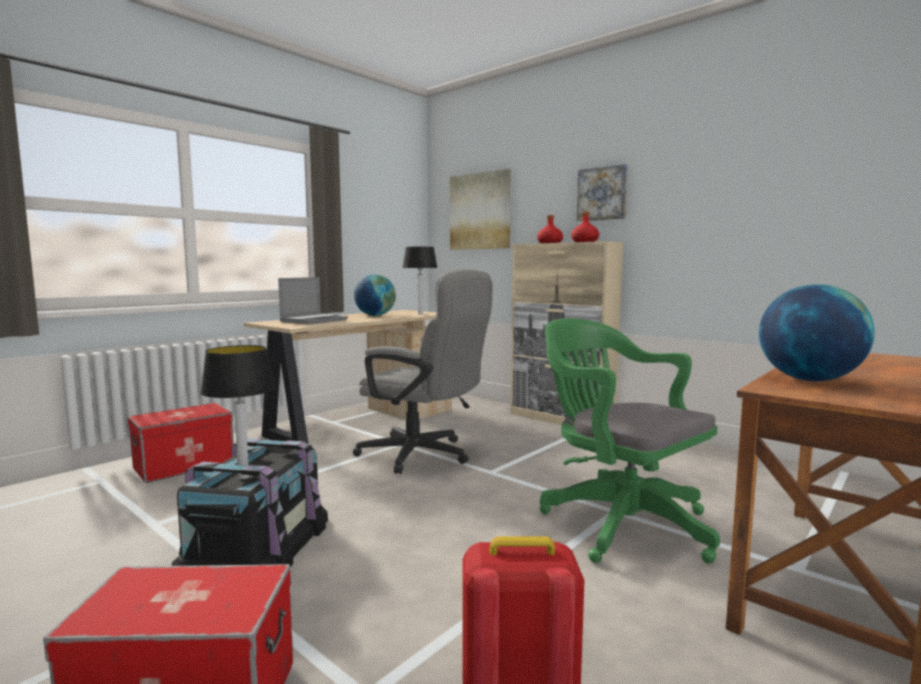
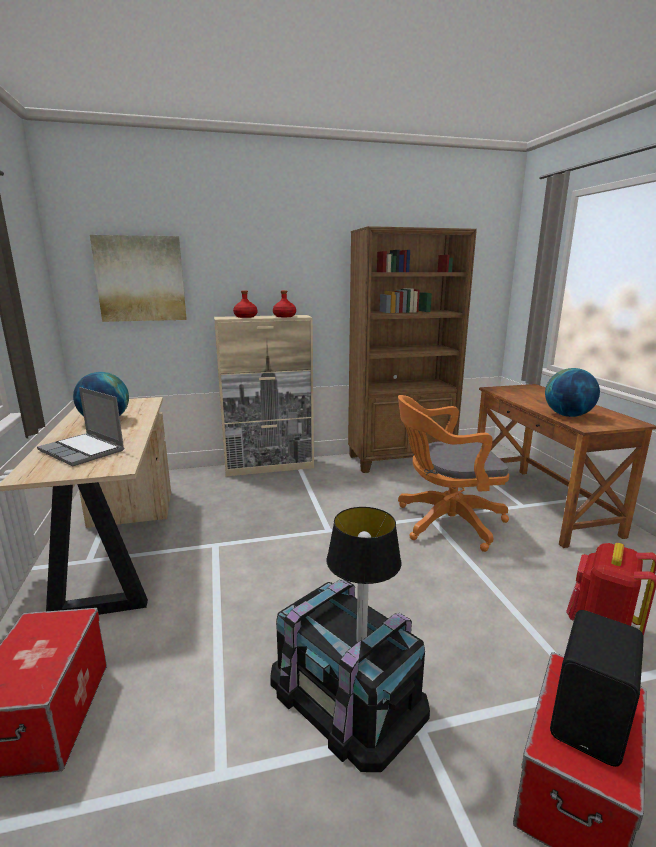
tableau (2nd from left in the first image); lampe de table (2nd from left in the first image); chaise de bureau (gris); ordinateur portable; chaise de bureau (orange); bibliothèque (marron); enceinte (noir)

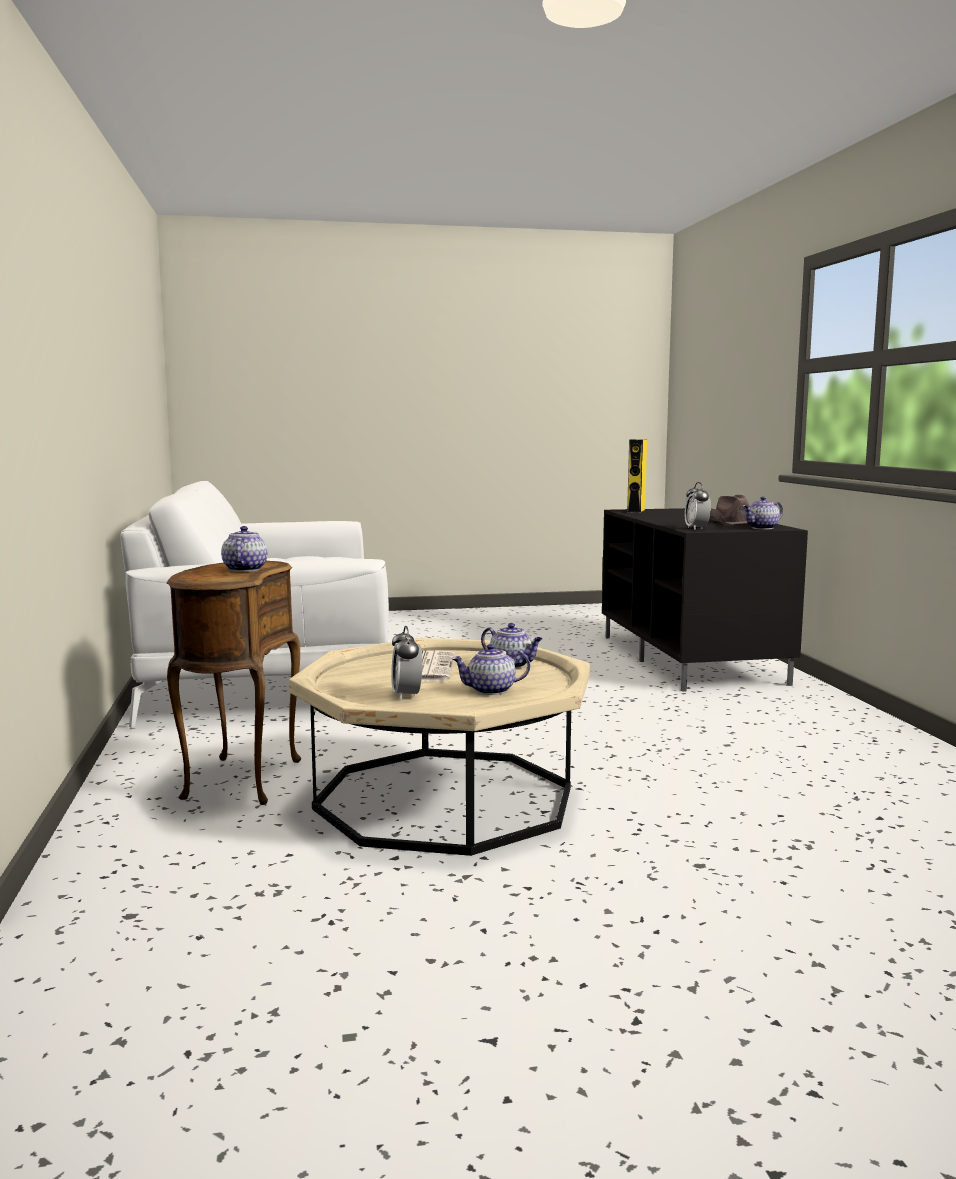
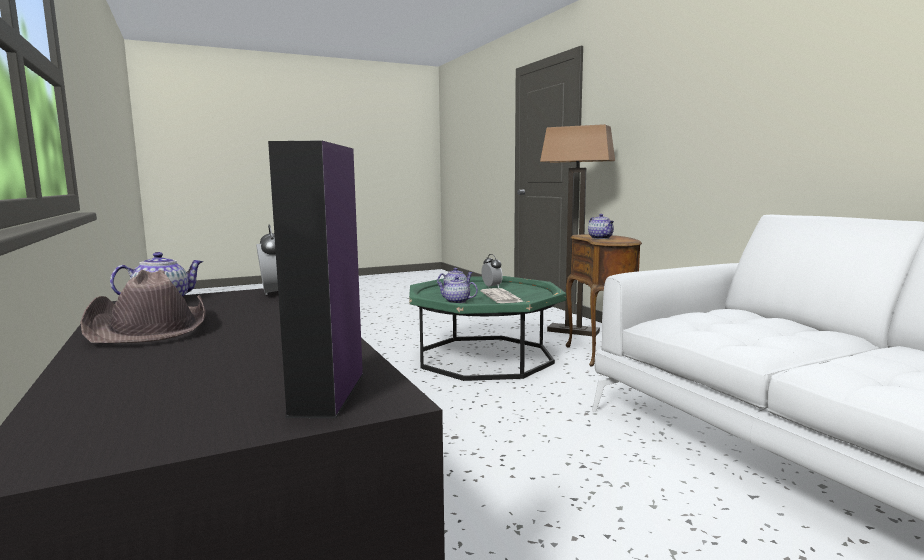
enceinte (violet); table basse (vert); lampadaire

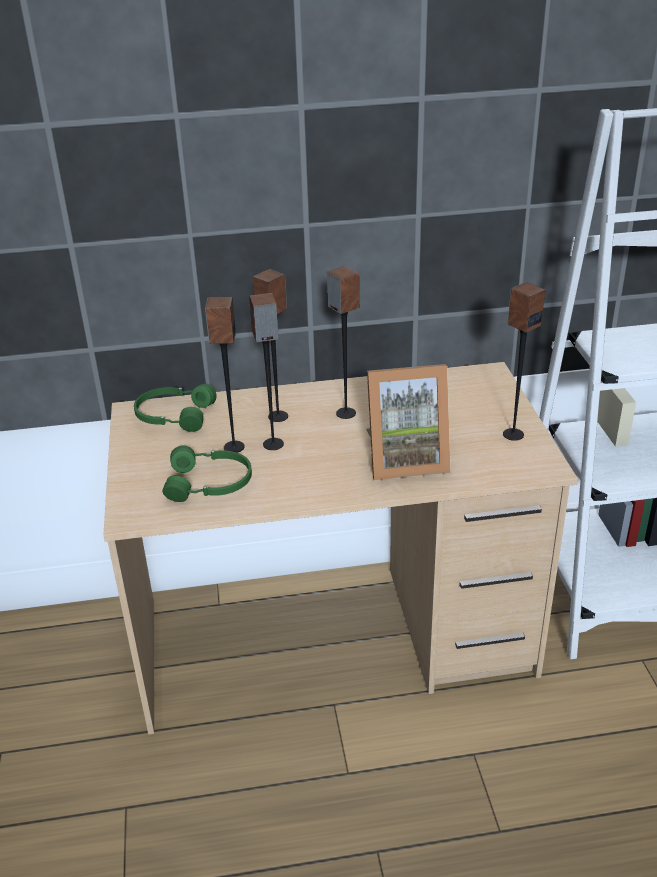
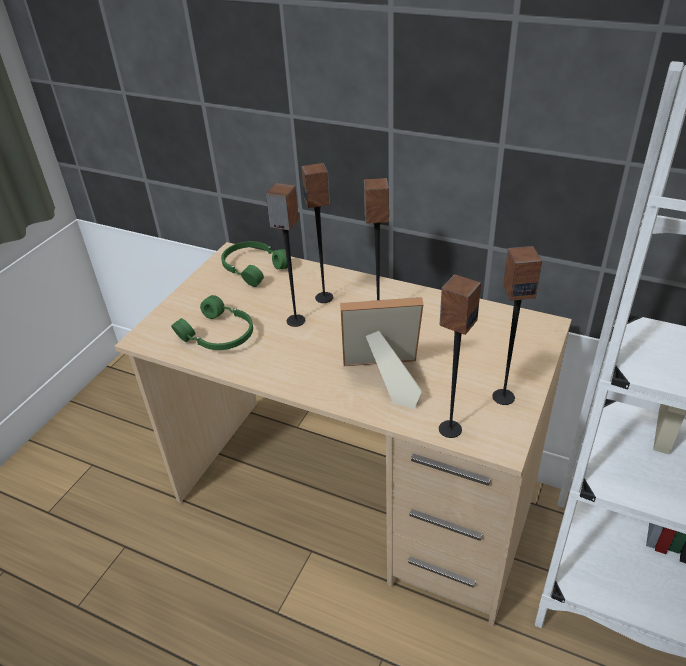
enceinte (4th from left); cadre photo

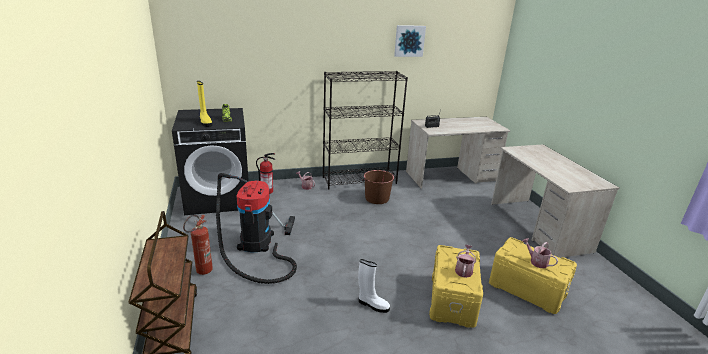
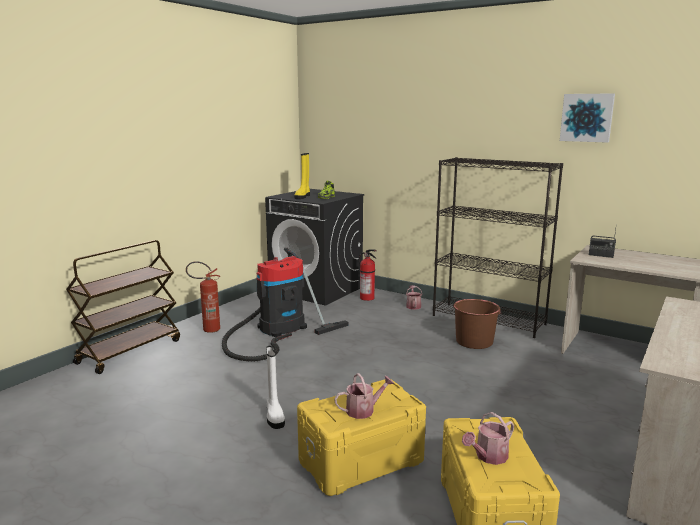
arrosoir (3rd from left)

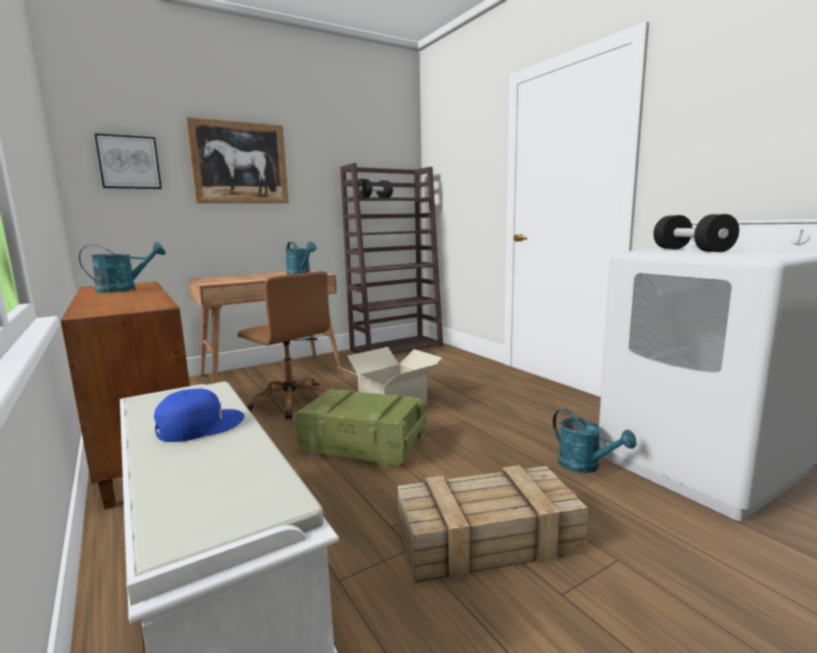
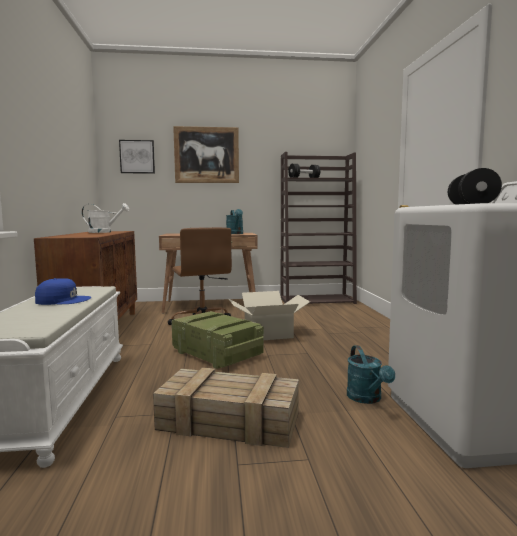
arrosoir (blanc)

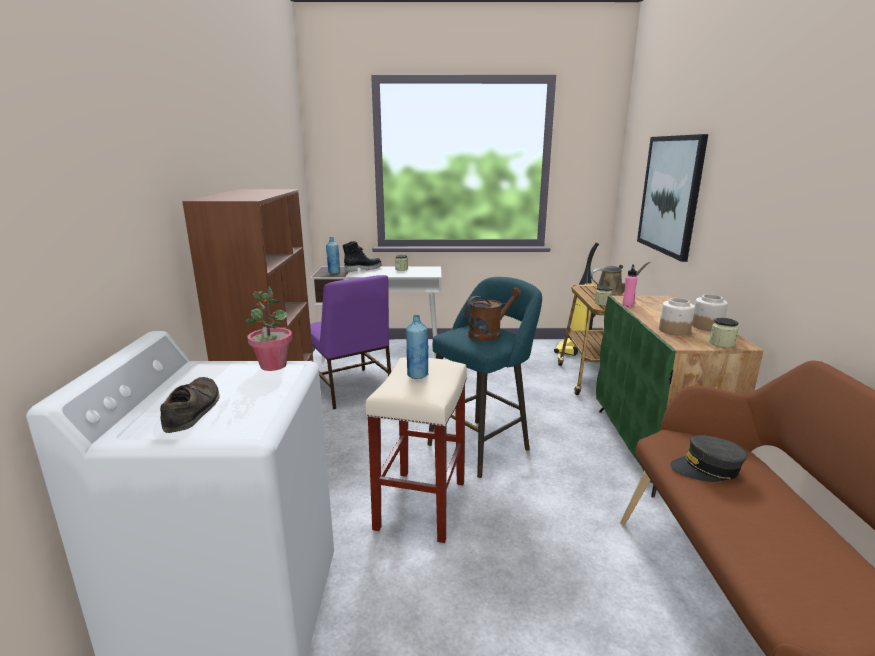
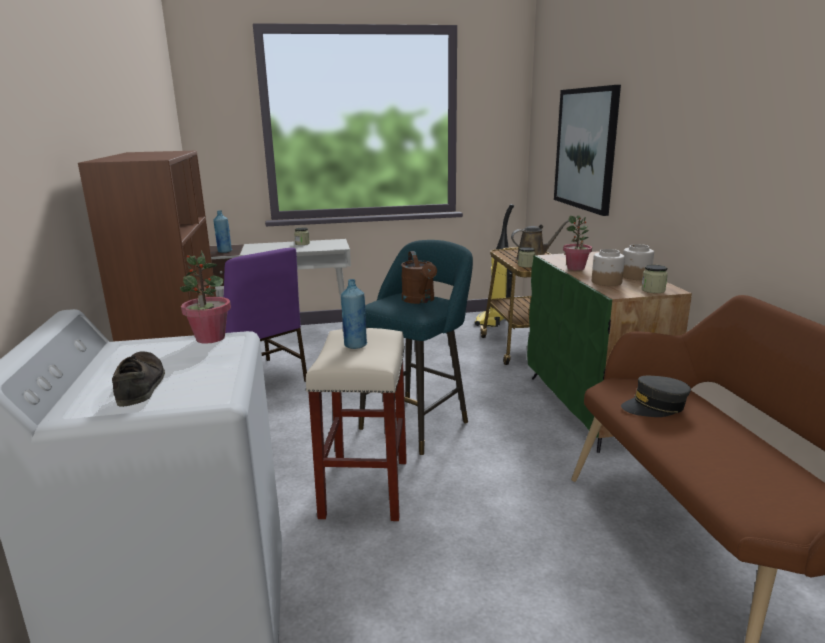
botte (noir); bouteille (rose); arrosoir (marron) (1st from left); plante en pot (2nd from left)

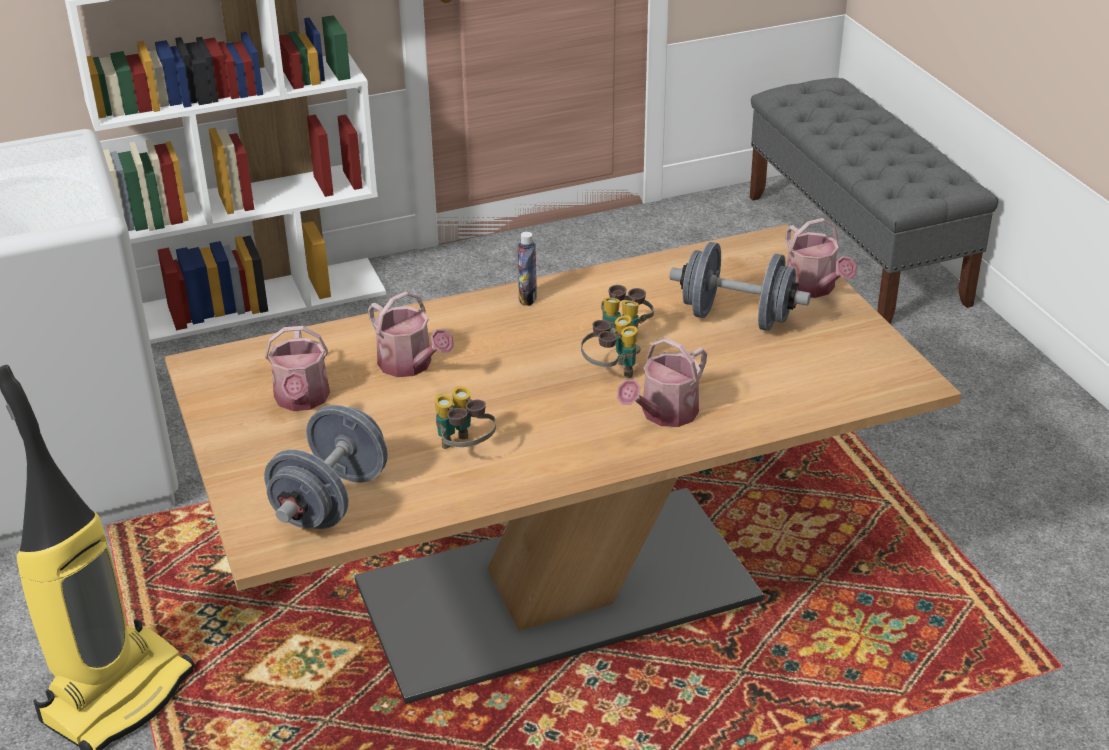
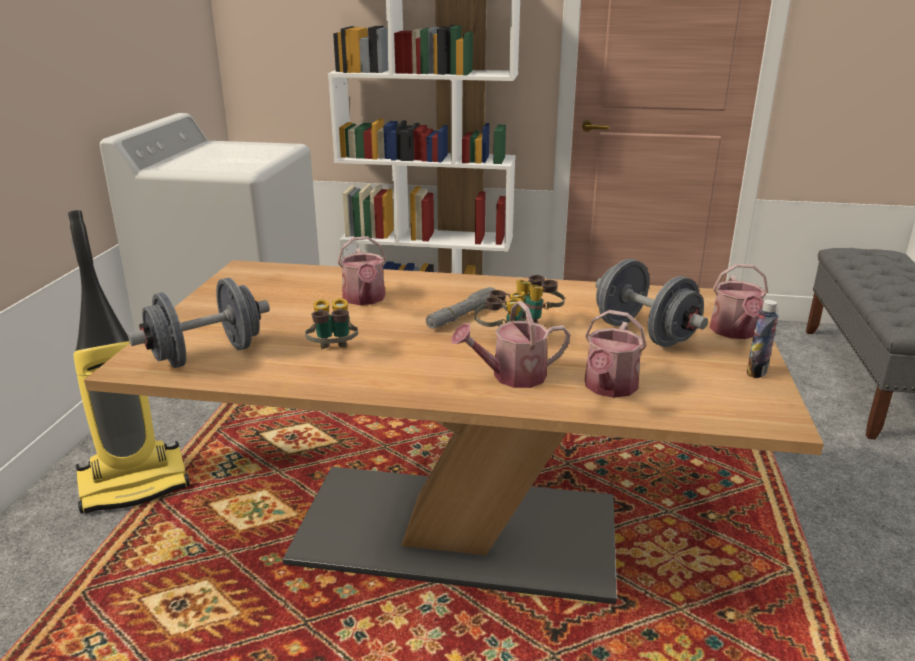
bouteille; arrosoir (3rd from left); lampe de poche (gris)

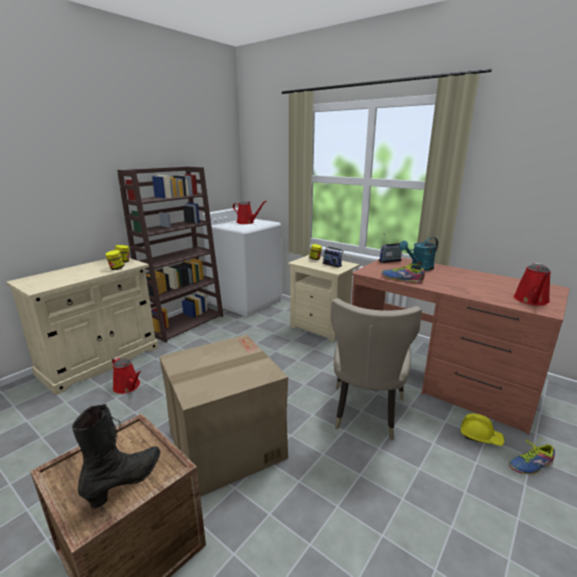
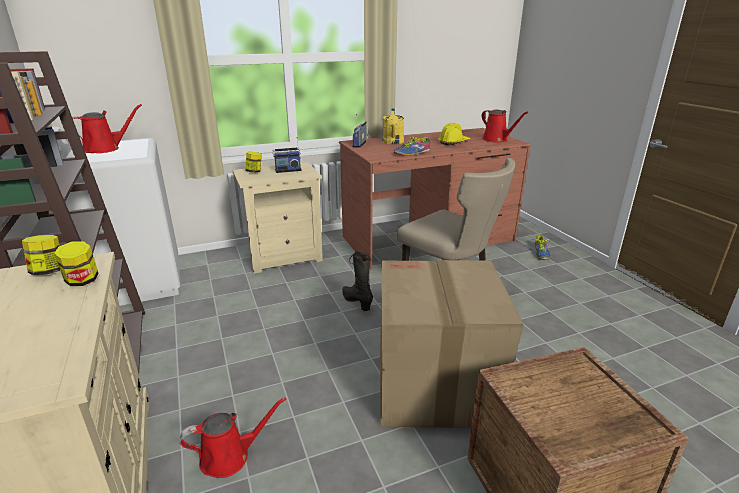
arrosoir (jaune); botte (noir); casque de chantier (jaune)

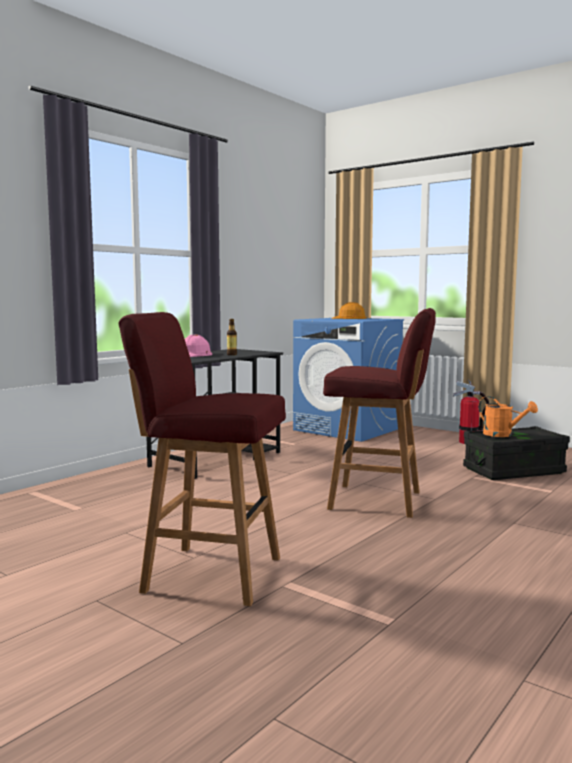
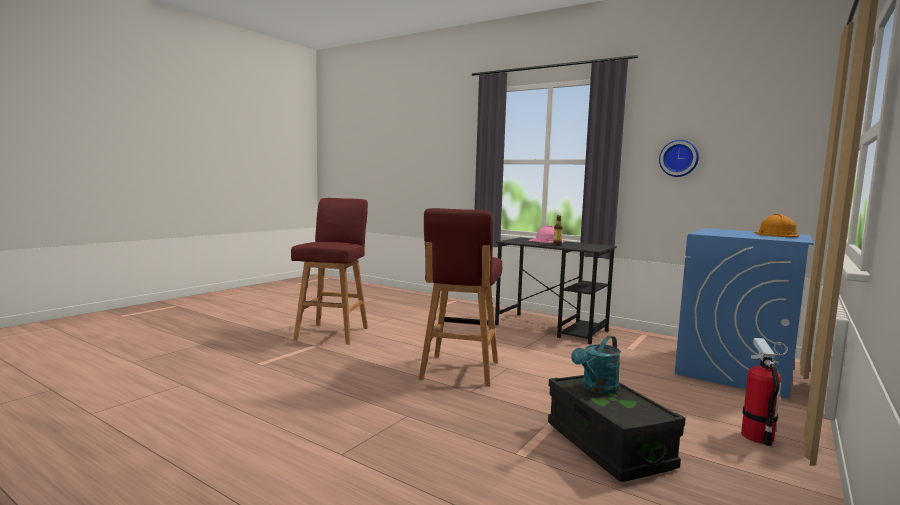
arrosoir (turquoise); horloge murale

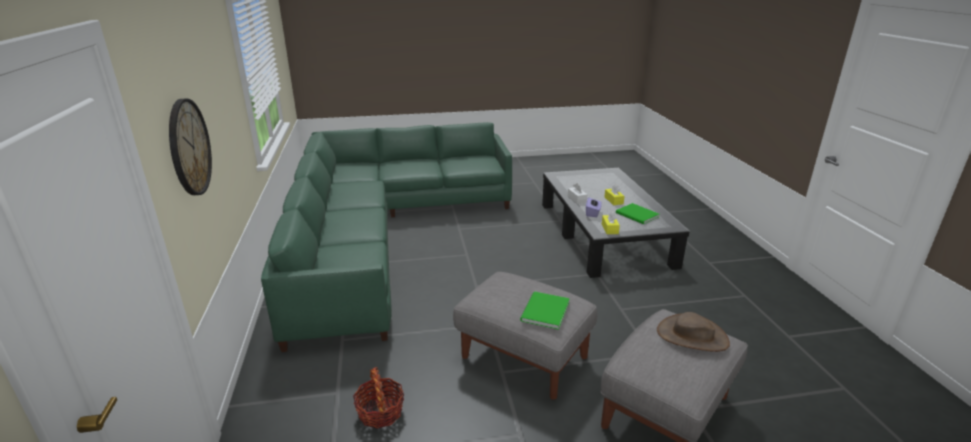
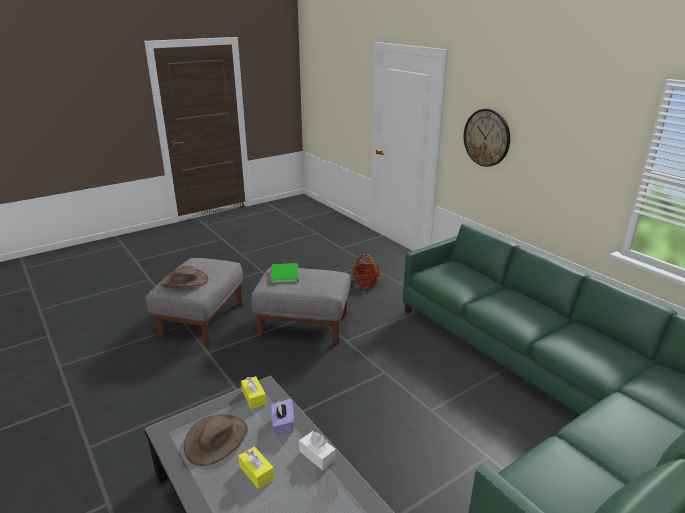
chapeau (marron) (2nd from left)

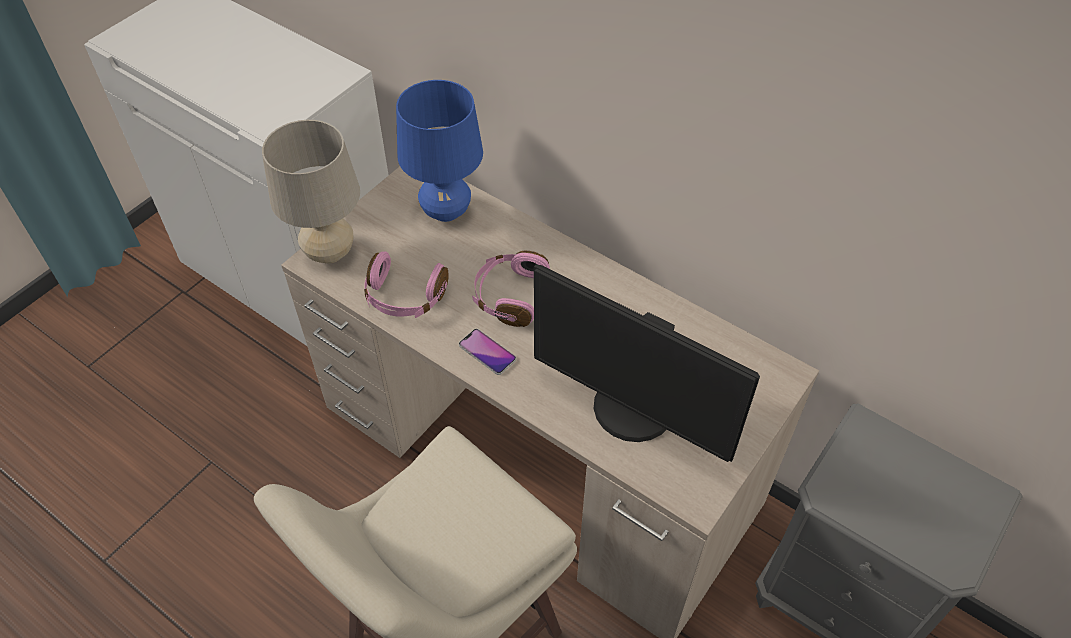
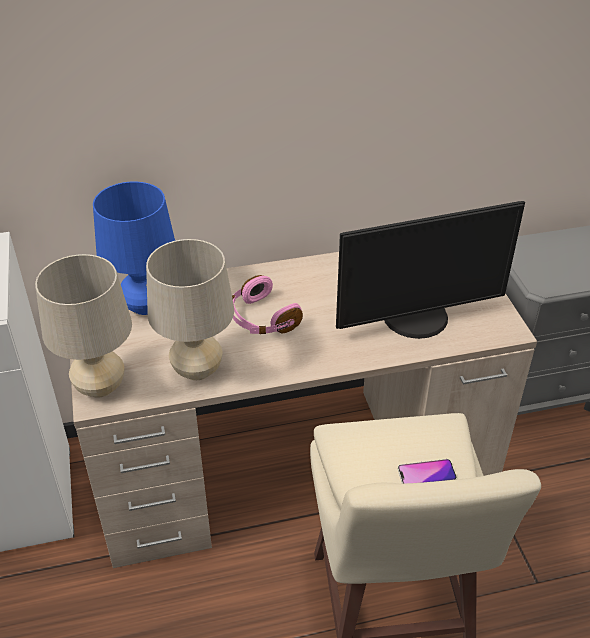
lampe de table (beige) (2nd from left); téléphone

